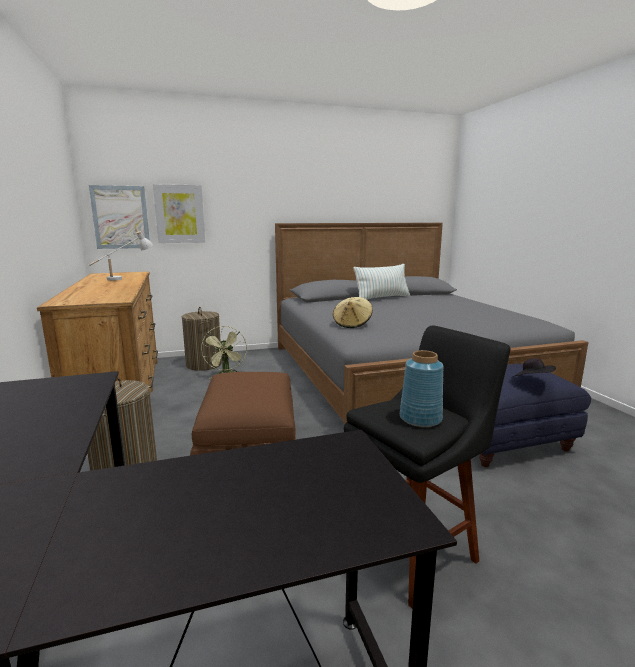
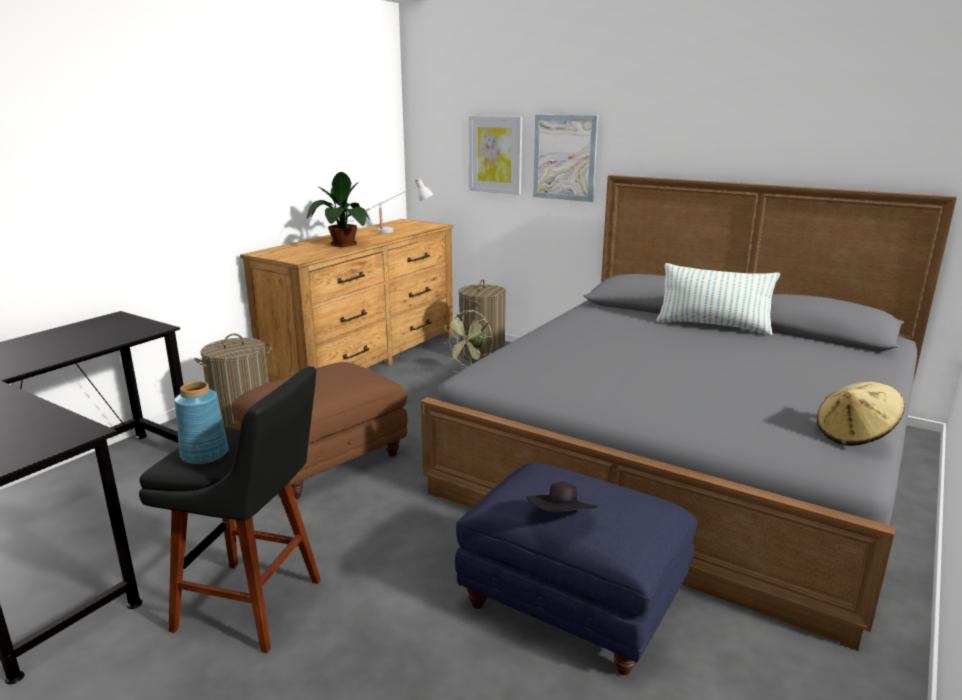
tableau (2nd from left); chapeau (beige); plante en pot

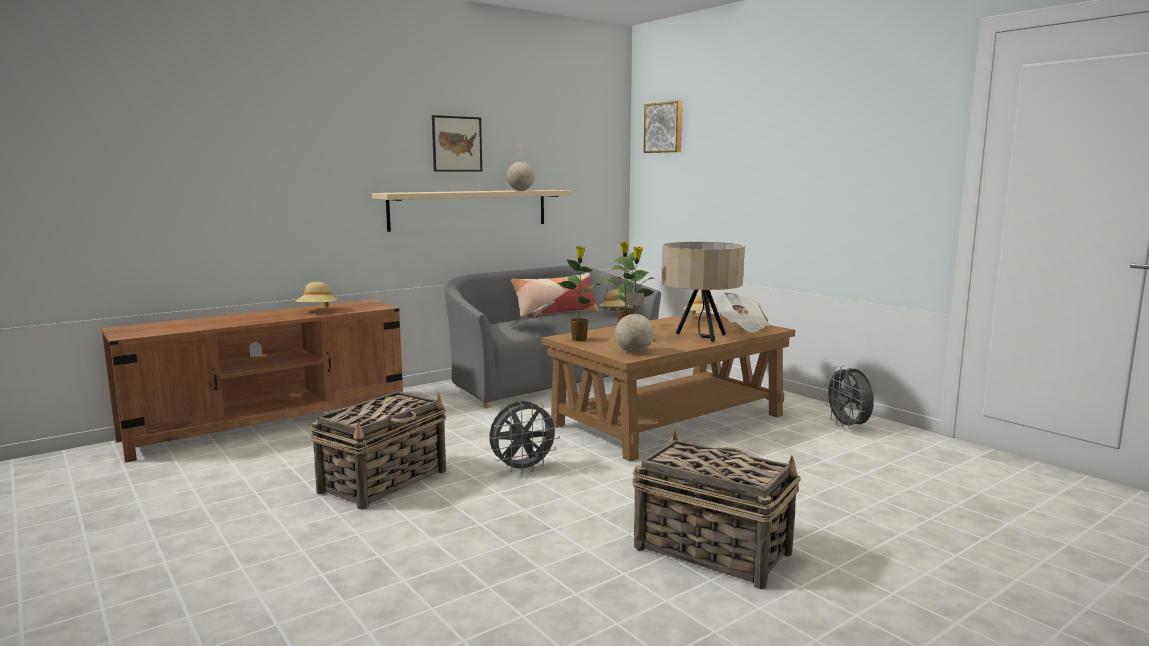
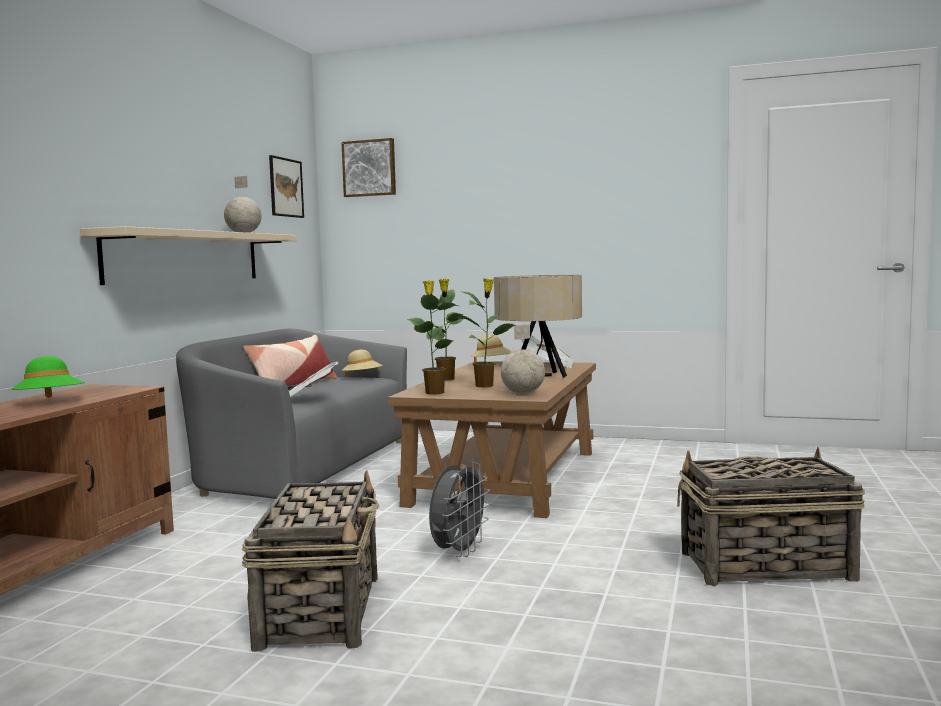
tableau (1st from left); chapeau (vert); ventilateur (gris) (2nd from left in the first image)

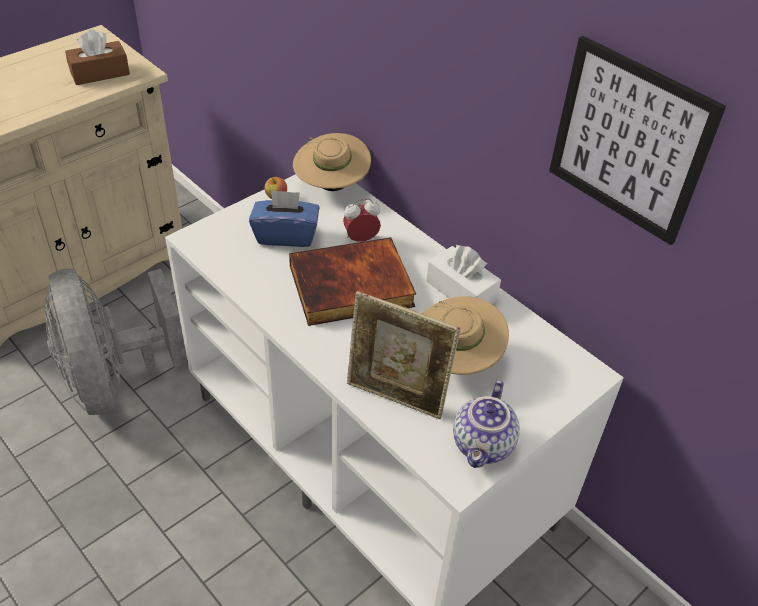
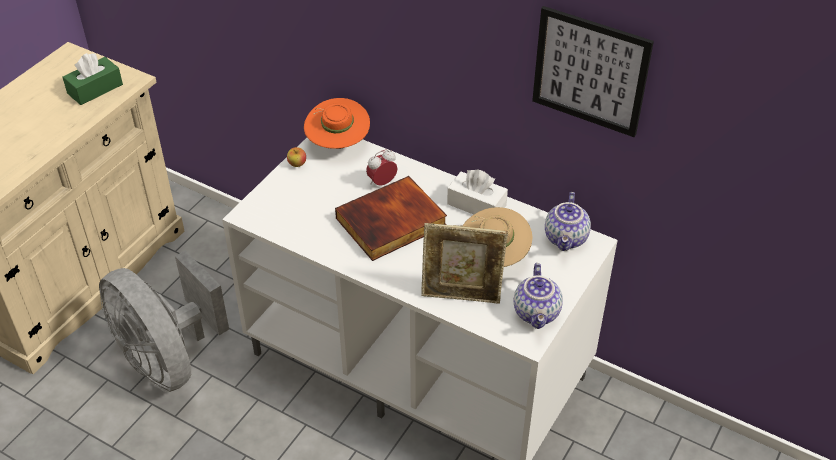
boîte à mouchoirs (vert); chapeau (orange); boîte à mouchoirs (bleu); théière (2nd from left)

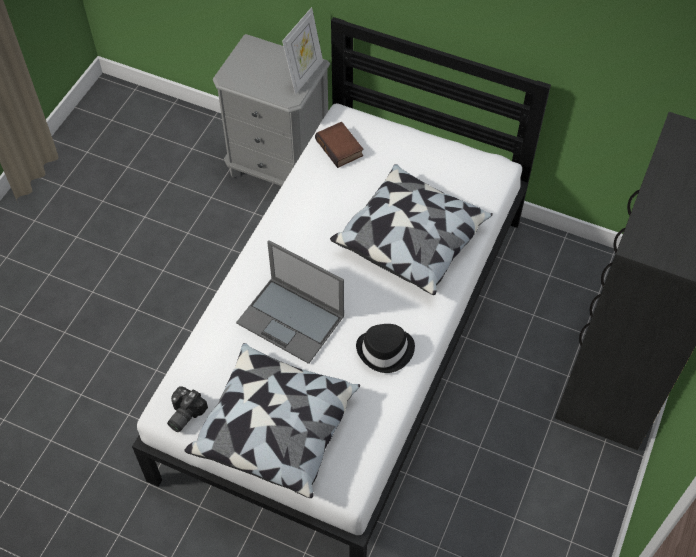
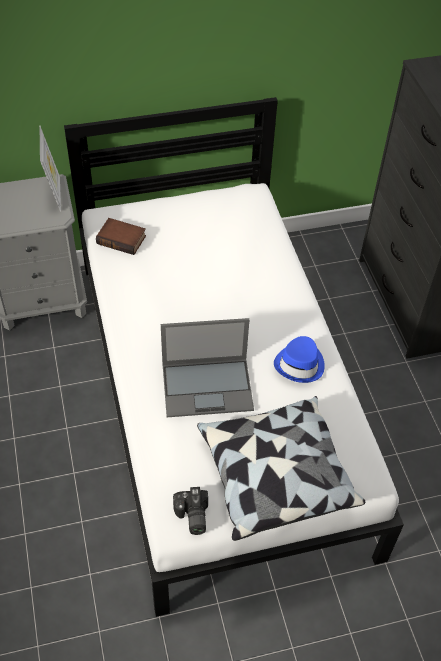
coussin (2nd from left in the first image); chapeau (bleu)

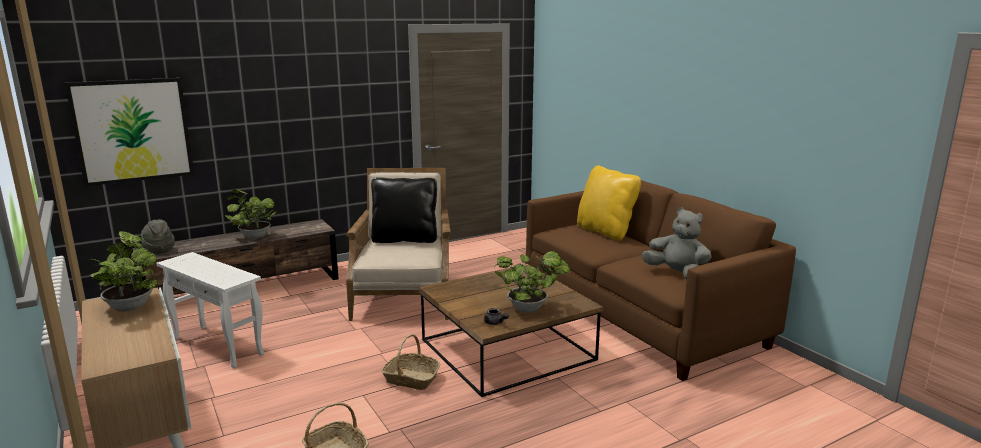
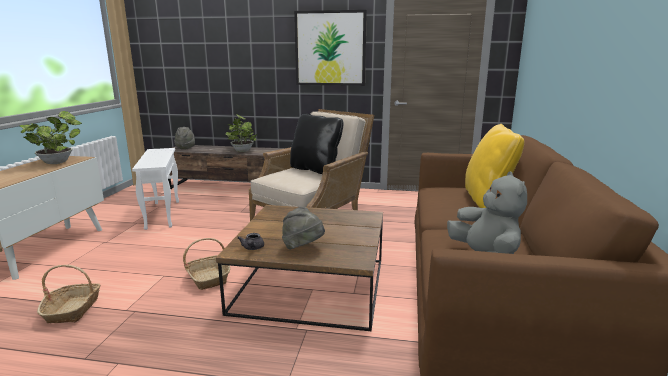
tableau; chapeau (gris) (2nd from left)

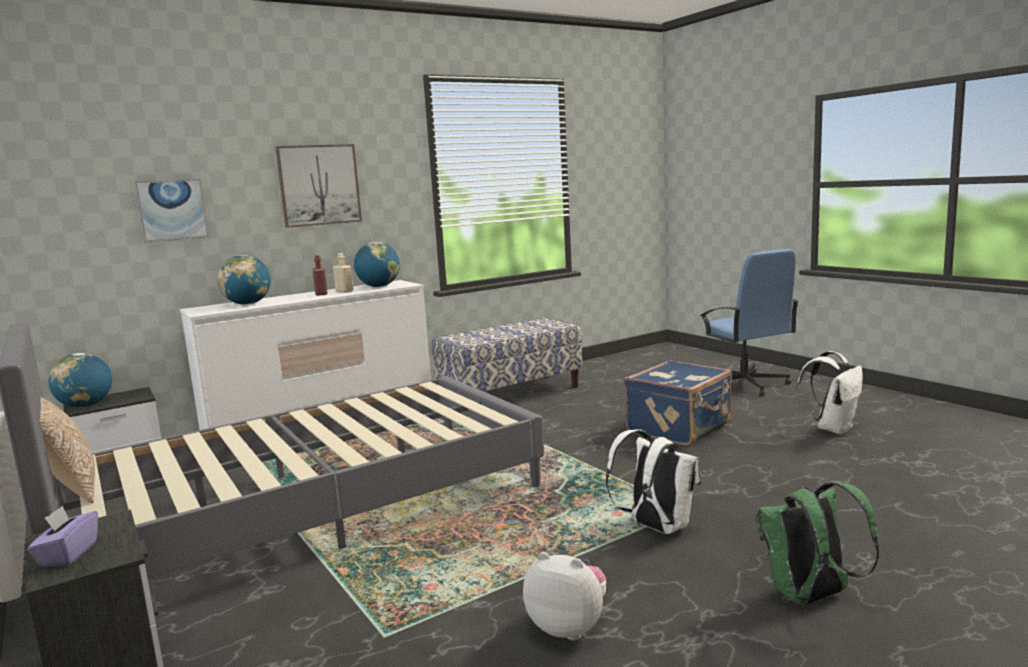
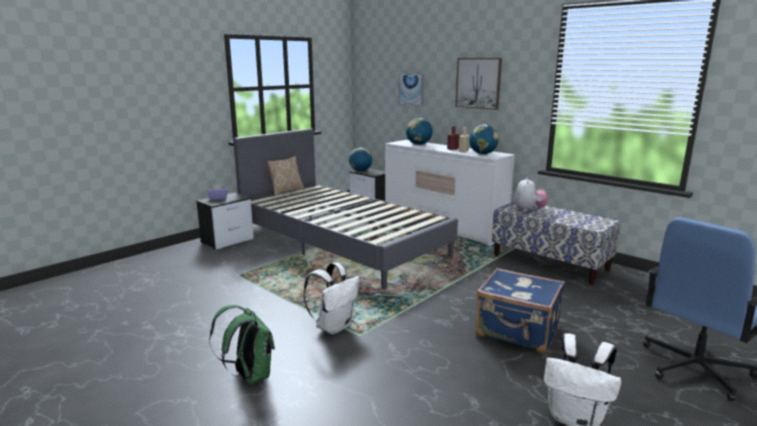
peluche

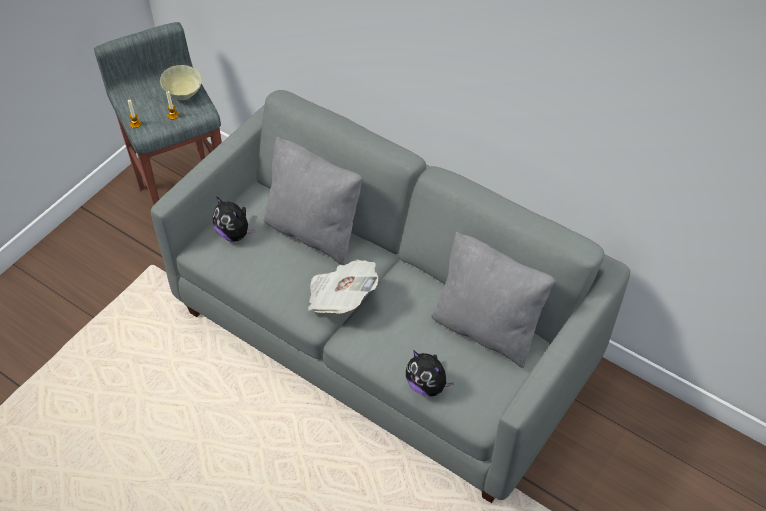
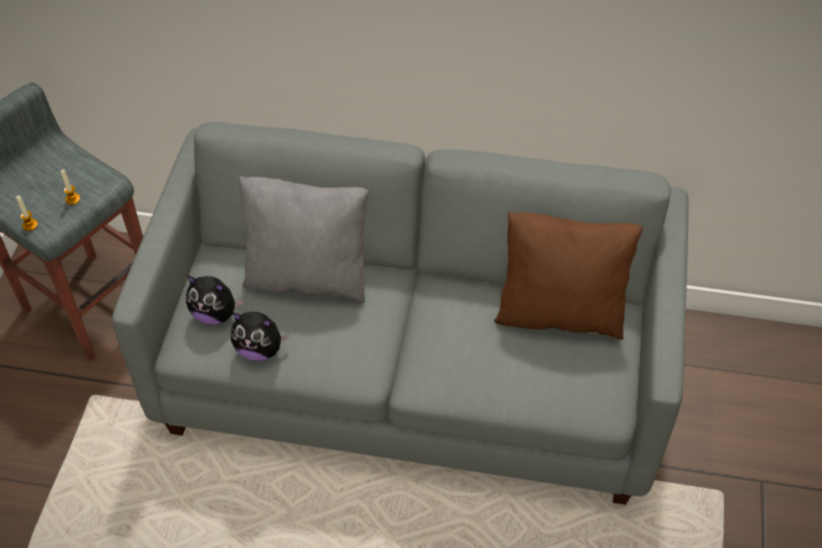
bol (beige); coussin (marron); journal; peluche (2nd from left)

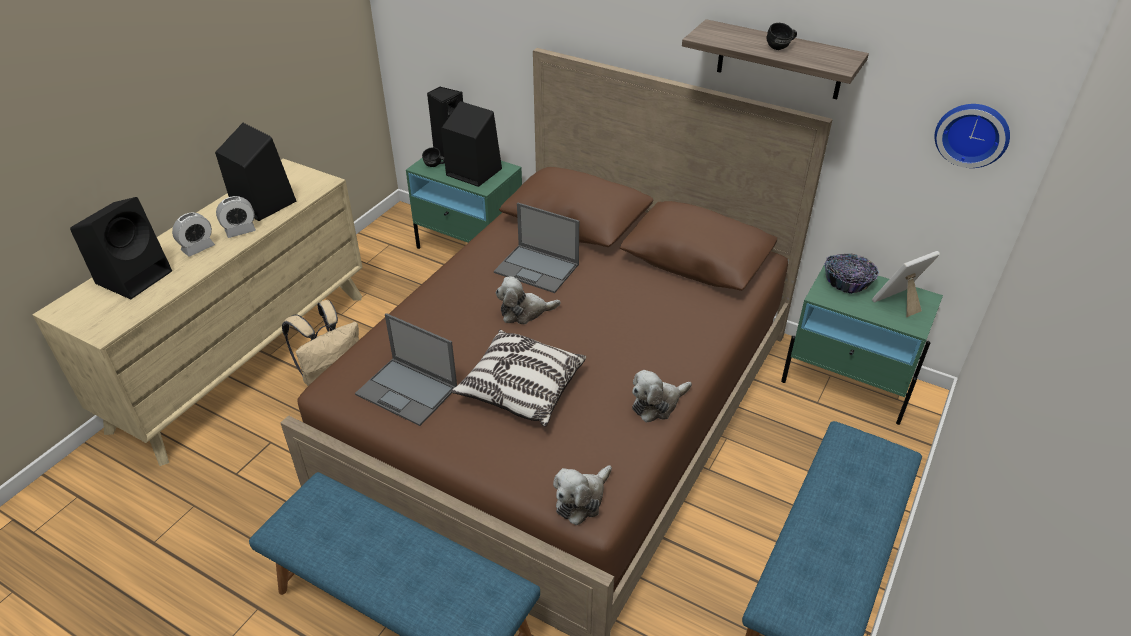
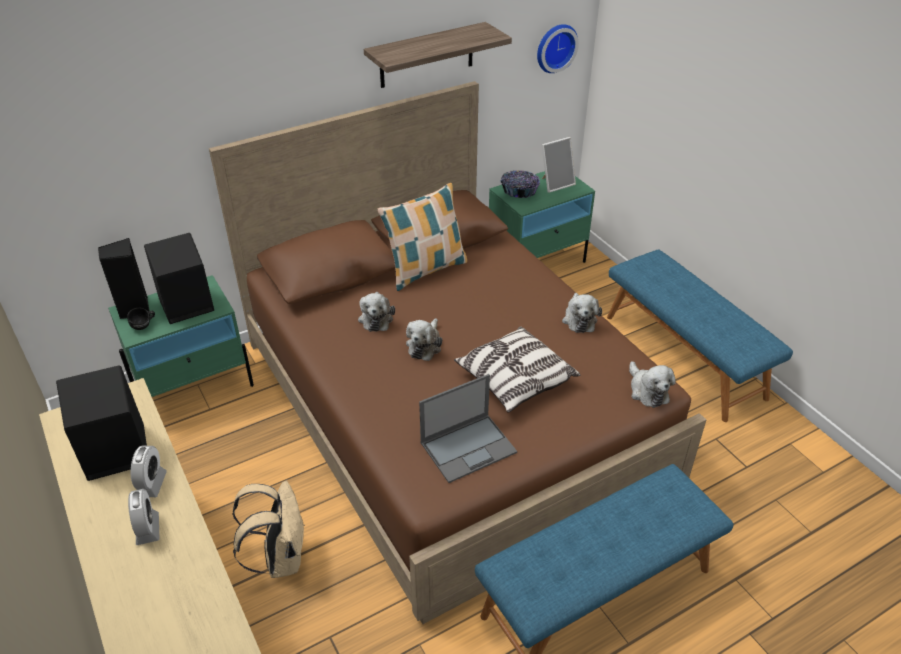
mug (noir) (2nd from left in the first image); enceinte (noir) (1st from left in the first image); peluche (1st from left); cadre photo; coussin (1st from left)

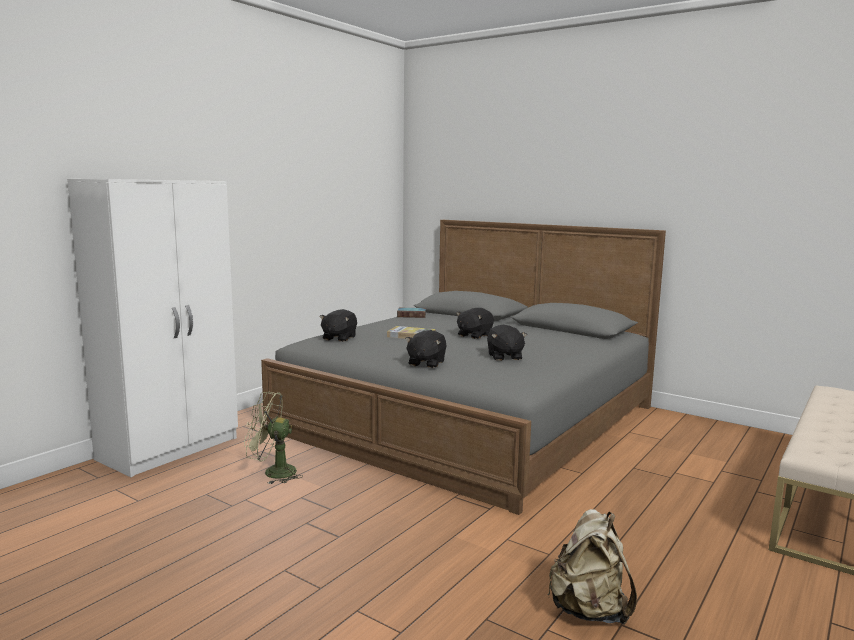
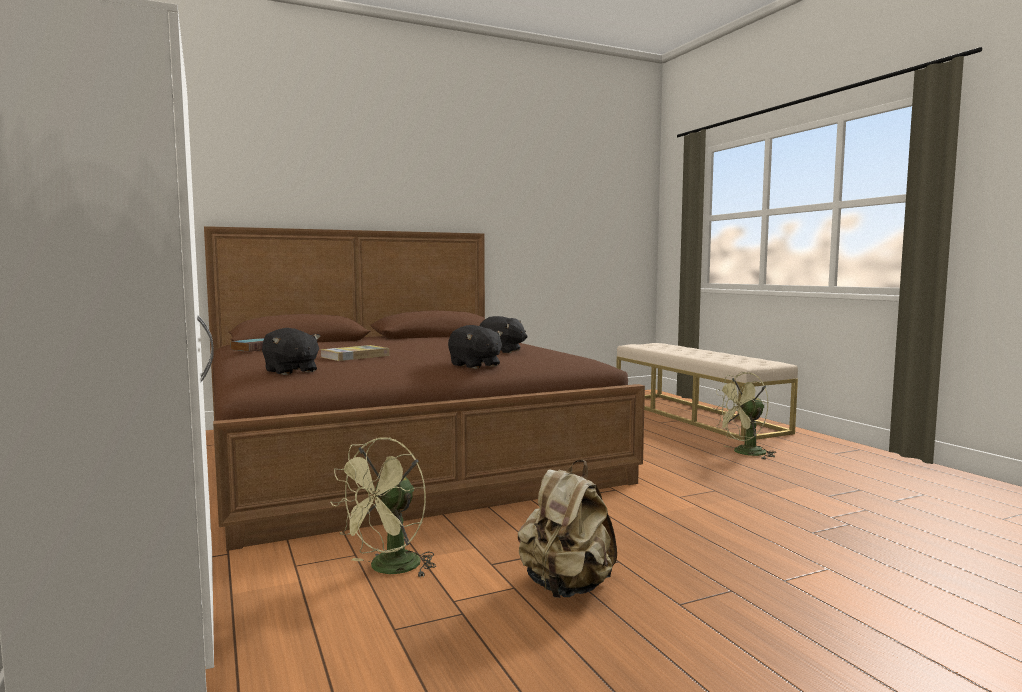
lit (marron); peluche (noir) (3rd from left in the first image); sac à dos (beige); ventilateur (vert) (2nd from left)

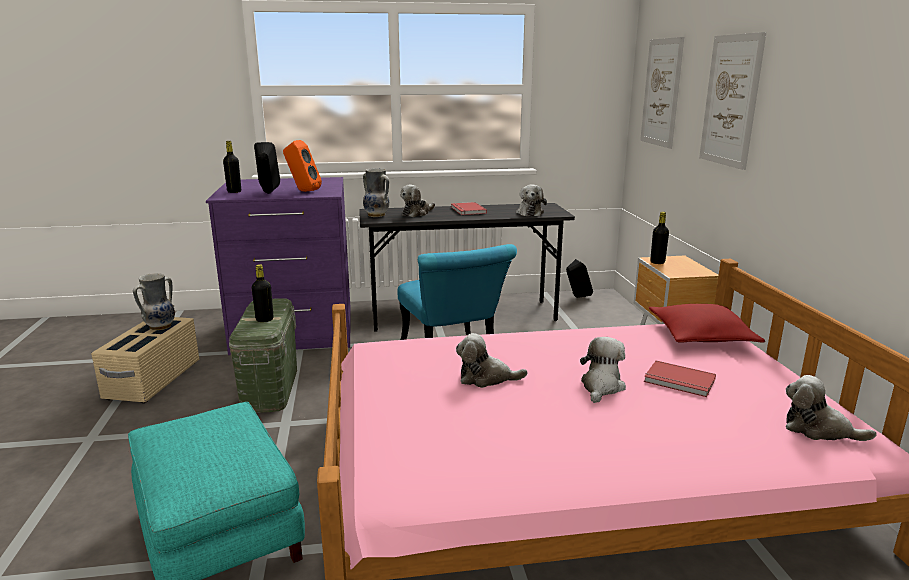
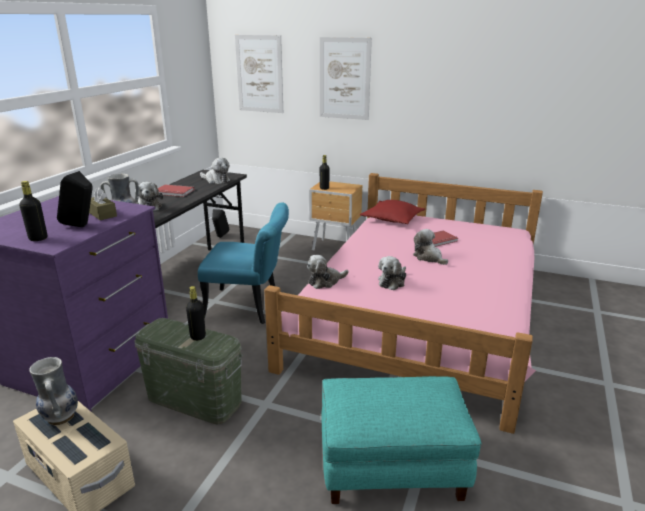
boîte à mouchoirs (marron); peluche (3rd from left)

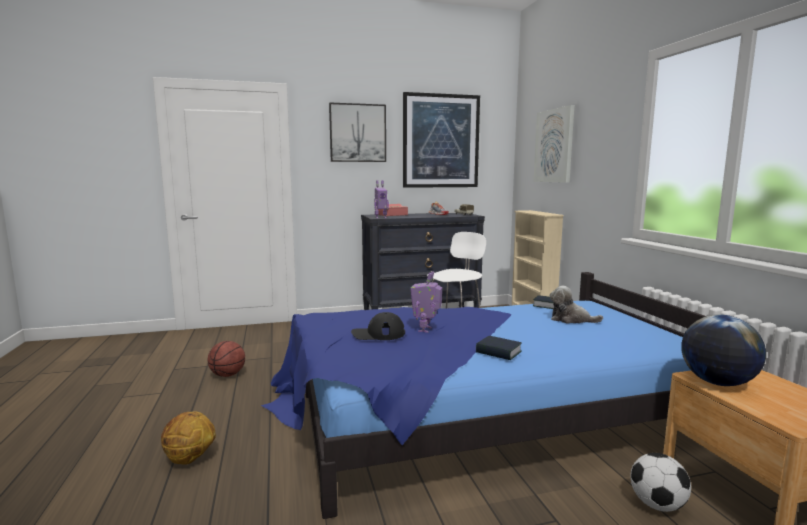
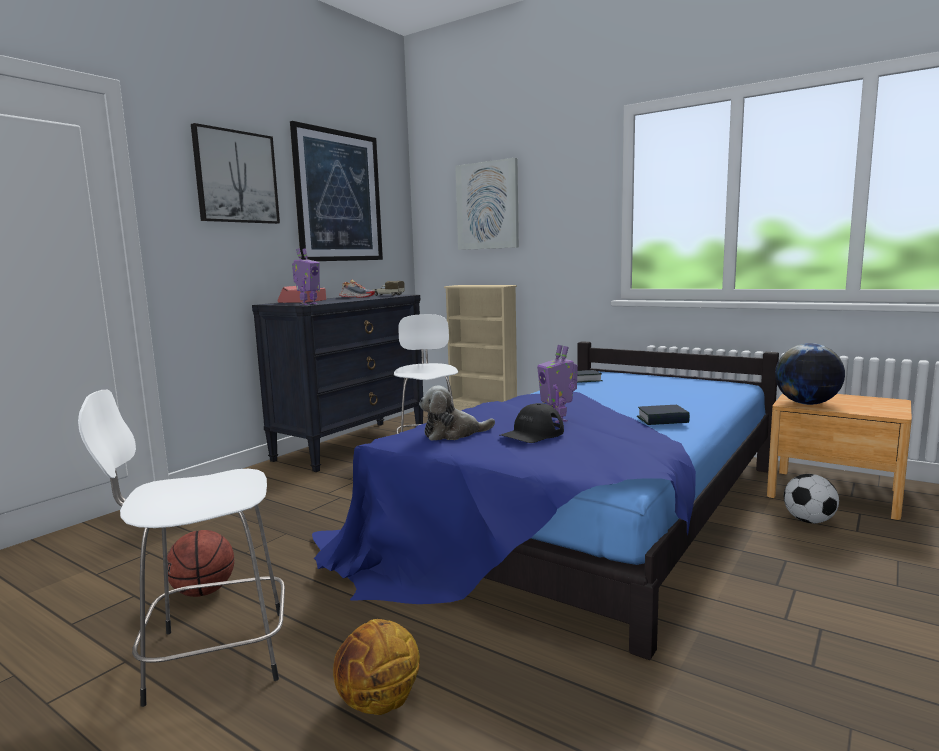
peluche; tabouret (blanc) (1st from left)

